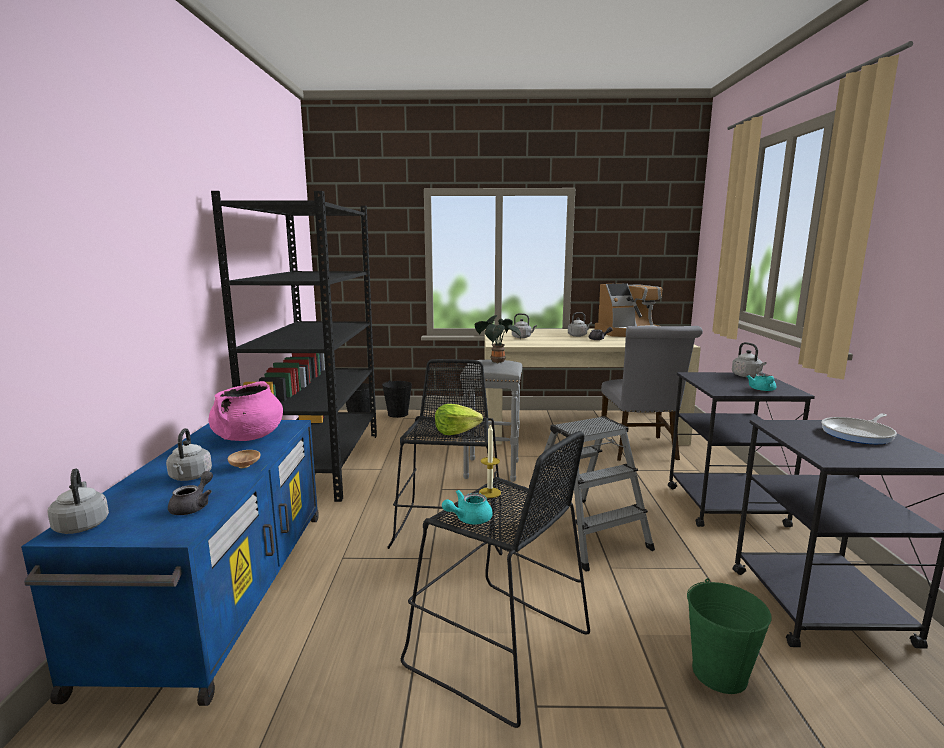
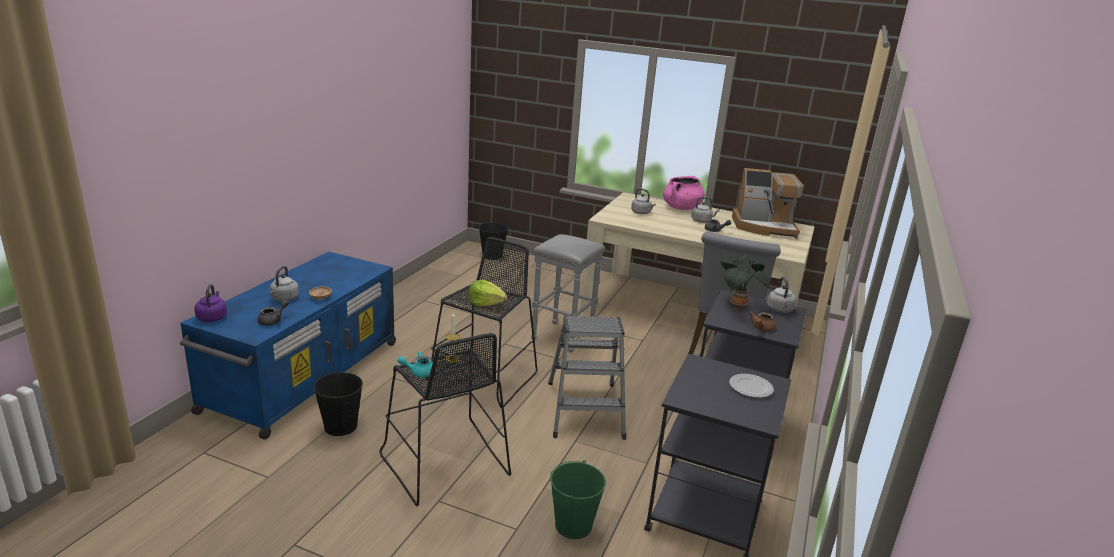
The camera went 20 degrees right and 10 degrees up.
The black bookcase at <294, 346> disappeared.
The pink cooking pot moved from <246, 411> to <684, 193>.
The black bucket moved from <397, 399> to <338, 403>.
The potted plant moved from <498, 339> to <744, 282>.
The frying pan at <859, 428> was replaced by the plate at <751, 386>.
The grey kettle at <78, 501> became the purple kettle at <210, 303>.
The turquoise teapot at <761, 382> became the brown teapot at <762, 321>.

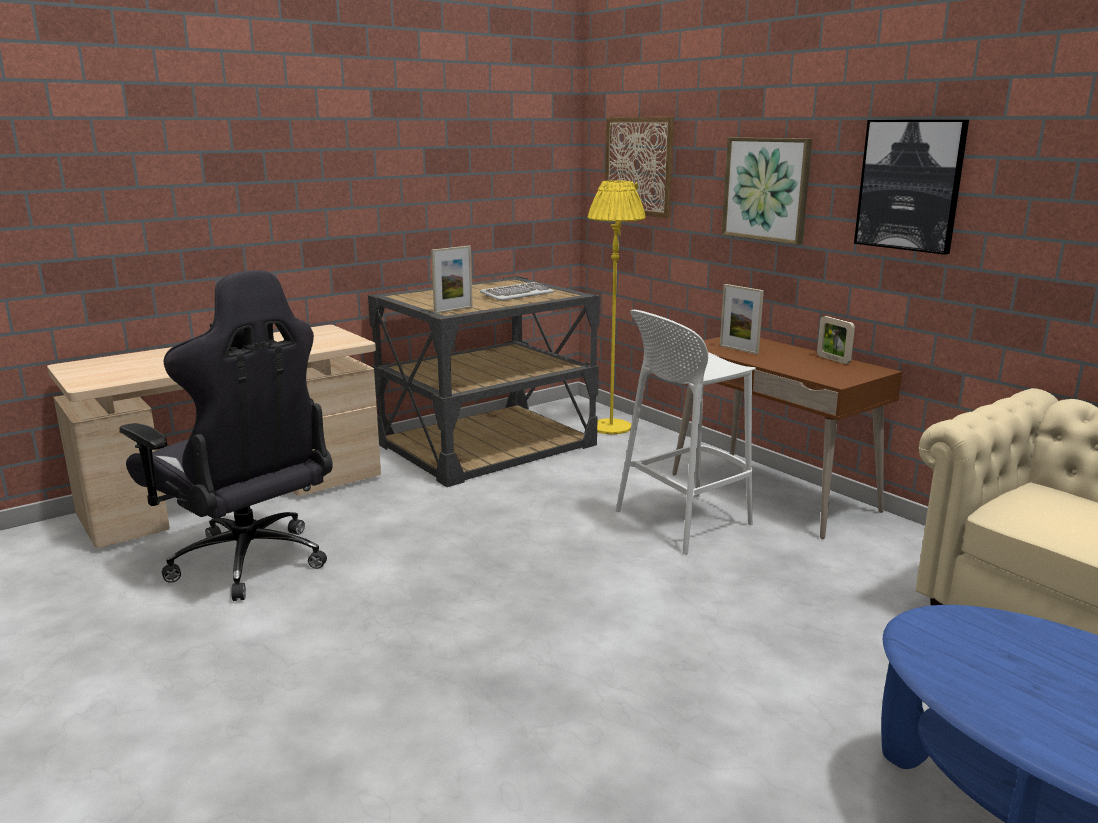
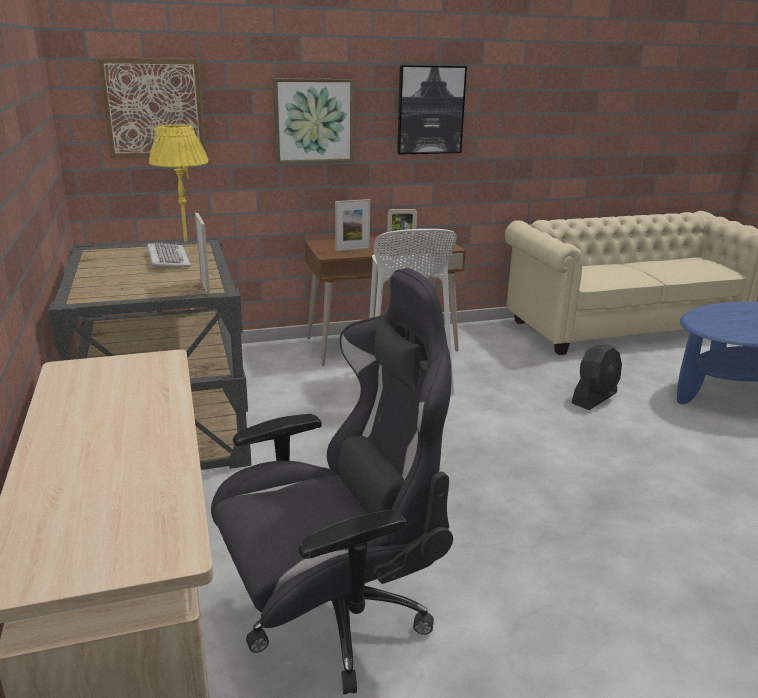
The camera went 70 degrees left and 5 degrees up.
The black fan at <597, 377> appeared.

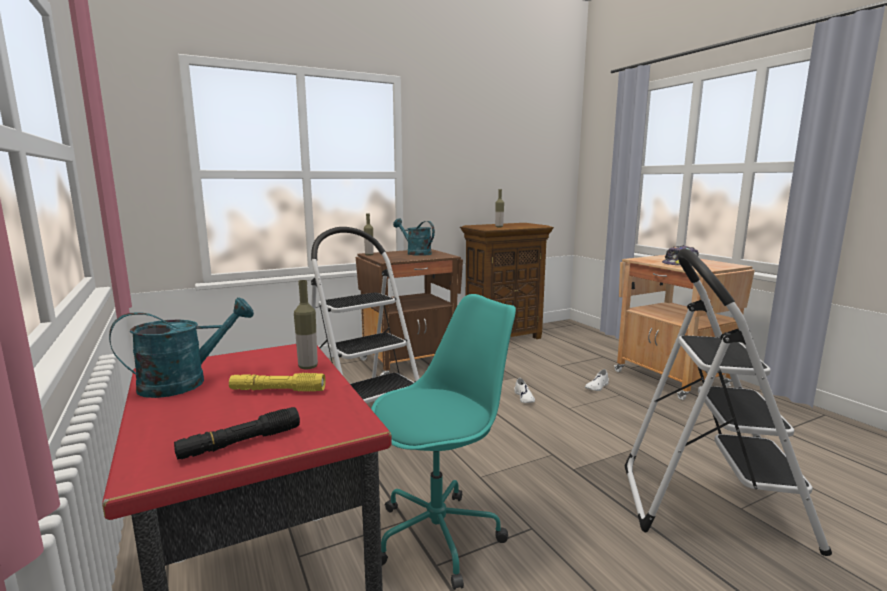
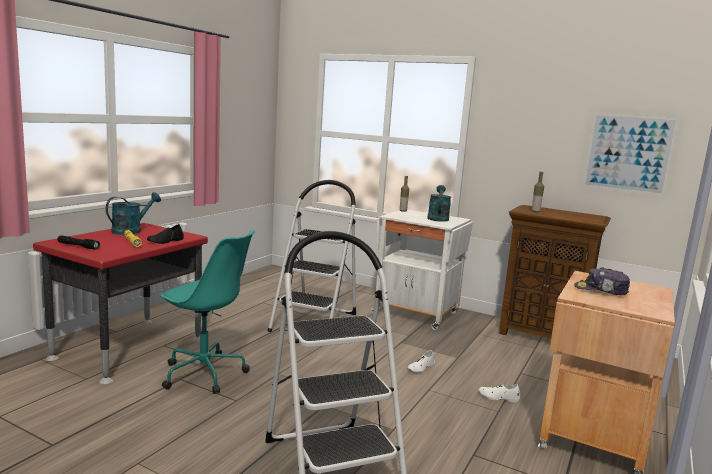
The camera went 55 degrees right and 0 degrees up.
The picture at <630, 154> appeared.
The bottle at <306, 324> was replaced by the black shoe at <165, 234>.
The brown cart at <409, 312> became the white cart at <422, 269>.
The turquoise watering can at <181, 347> turned 75 degrees counterclockwise.

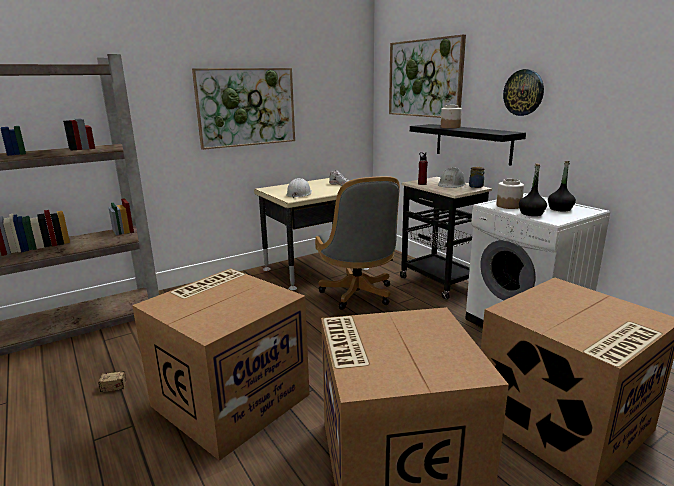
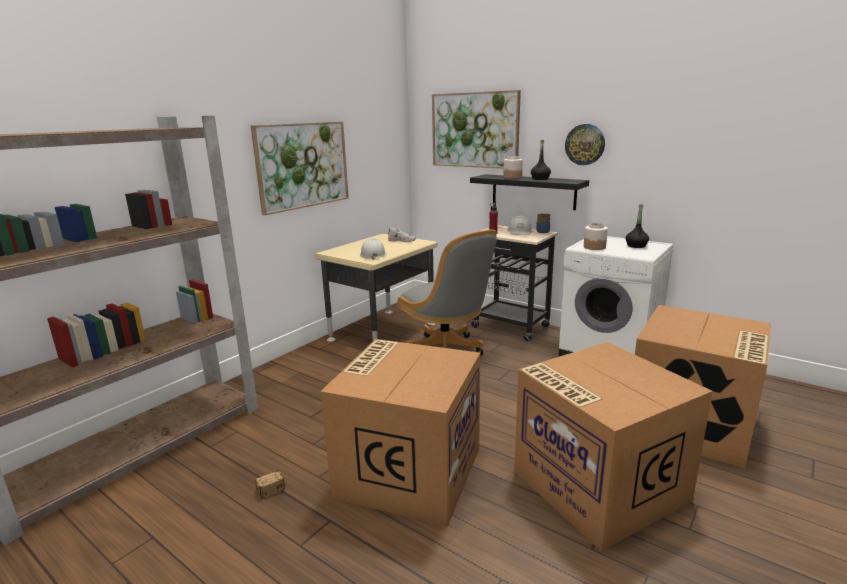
The camera went 20 degrees left and 0 degrees up.
The black bottle moved from <533, 189> to <541, 160>.

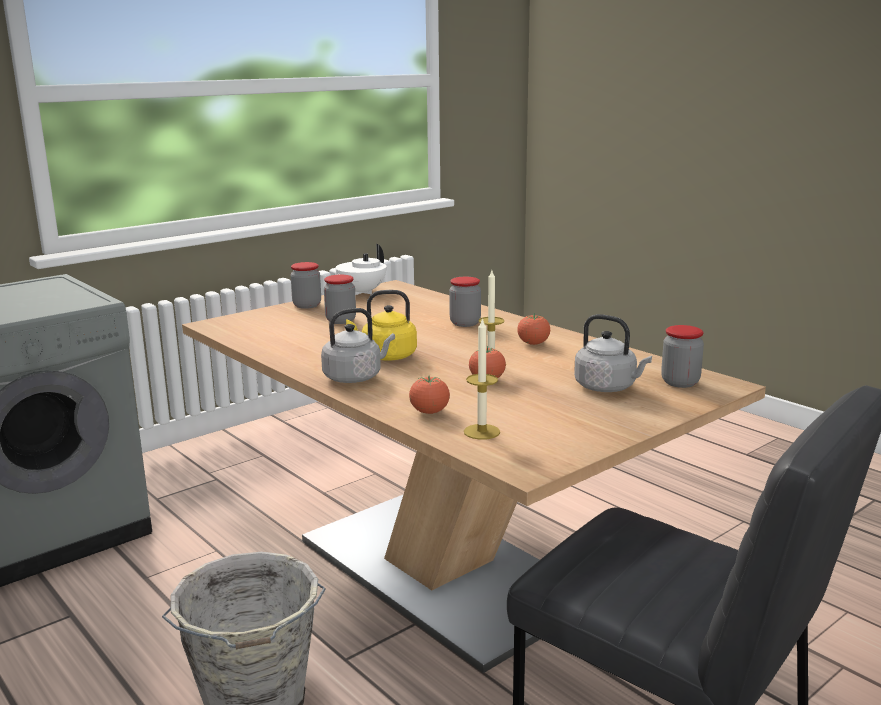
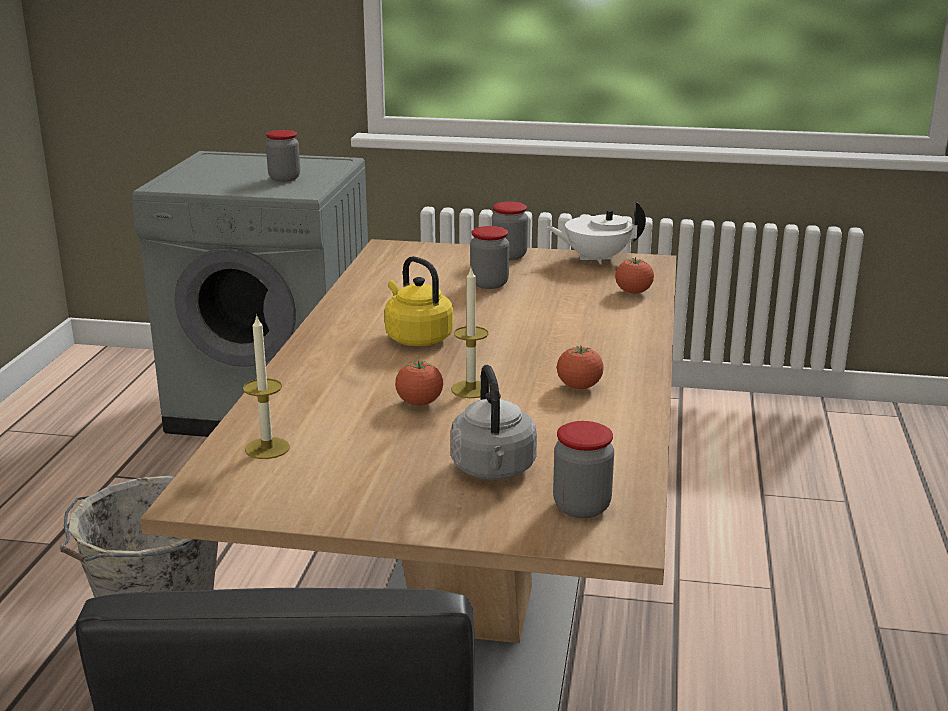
The camera went 50 degrees right and 5 degrees up.
The grey kettle at <358, 345> disappeared.
The tomato moved from <429, 394> to <634, 275>.
The jar moved from <465, 302> to <283, 156>.

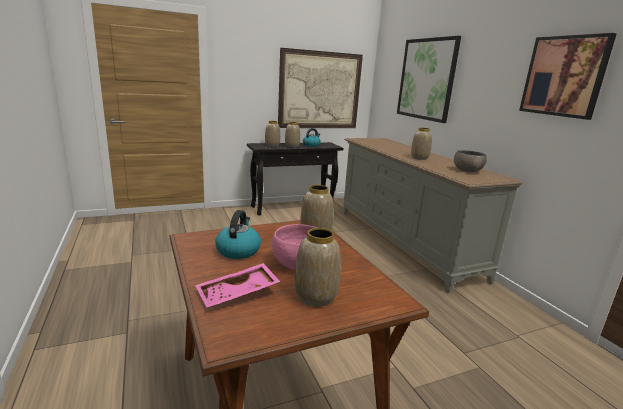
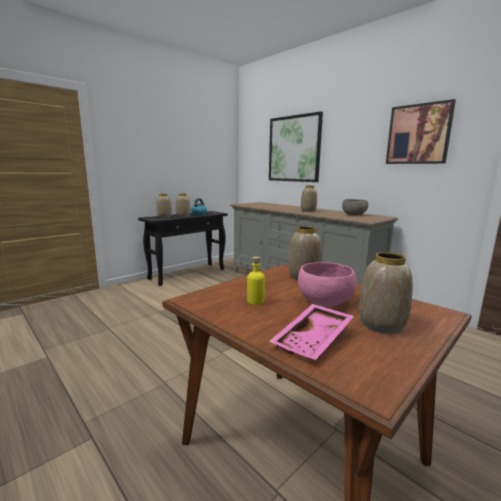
The camera went 20 degrees left and 5 degrees down.
The picture at <320, 88> disappeared.
The kettle at <238, 234> was replaced by the yellow bottle at <256, 280>.

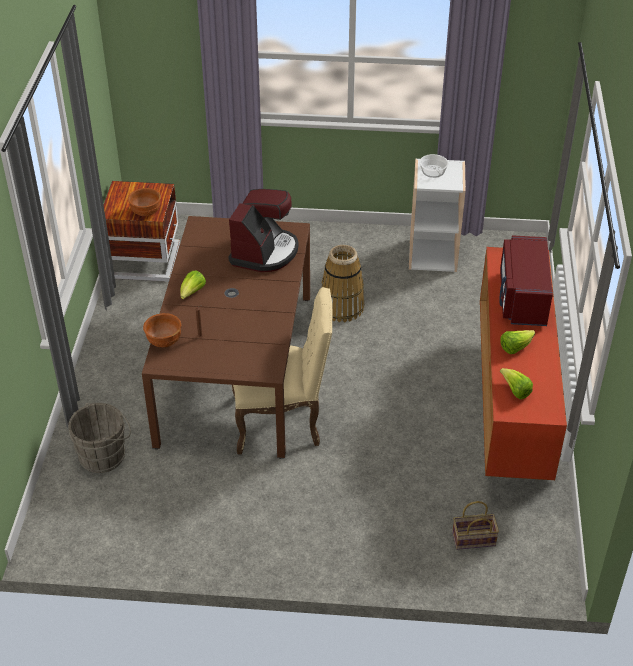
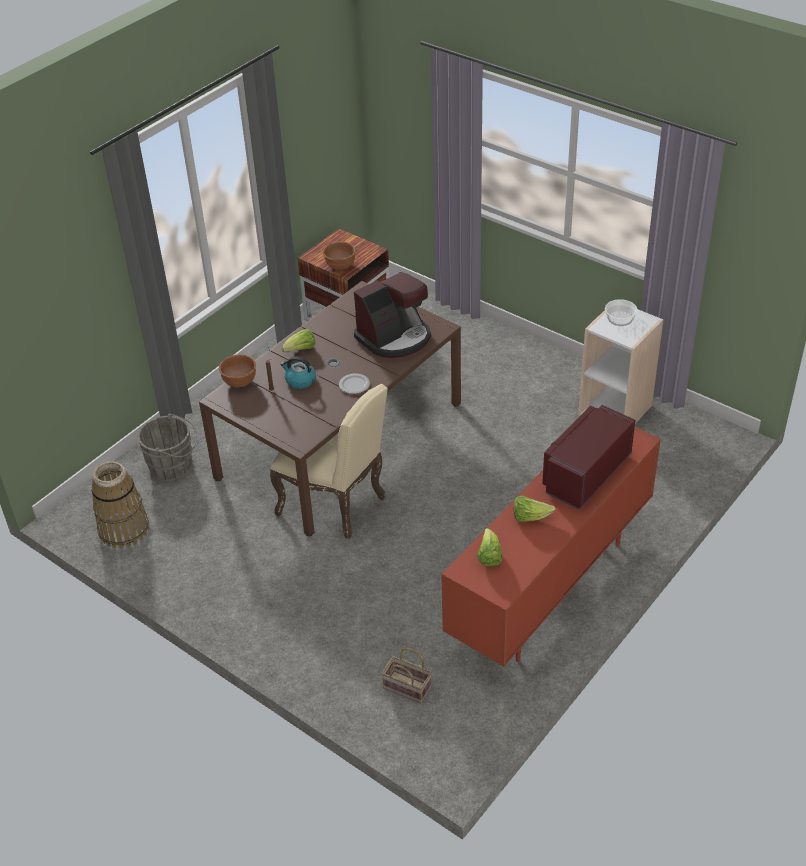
The camera went 35 degrees right and 0 degrees up.
The kettle at <298, 373> appeared.
The plate at <354, 383> appeared.
The basket moved from <343, 283> to <120, 505>.

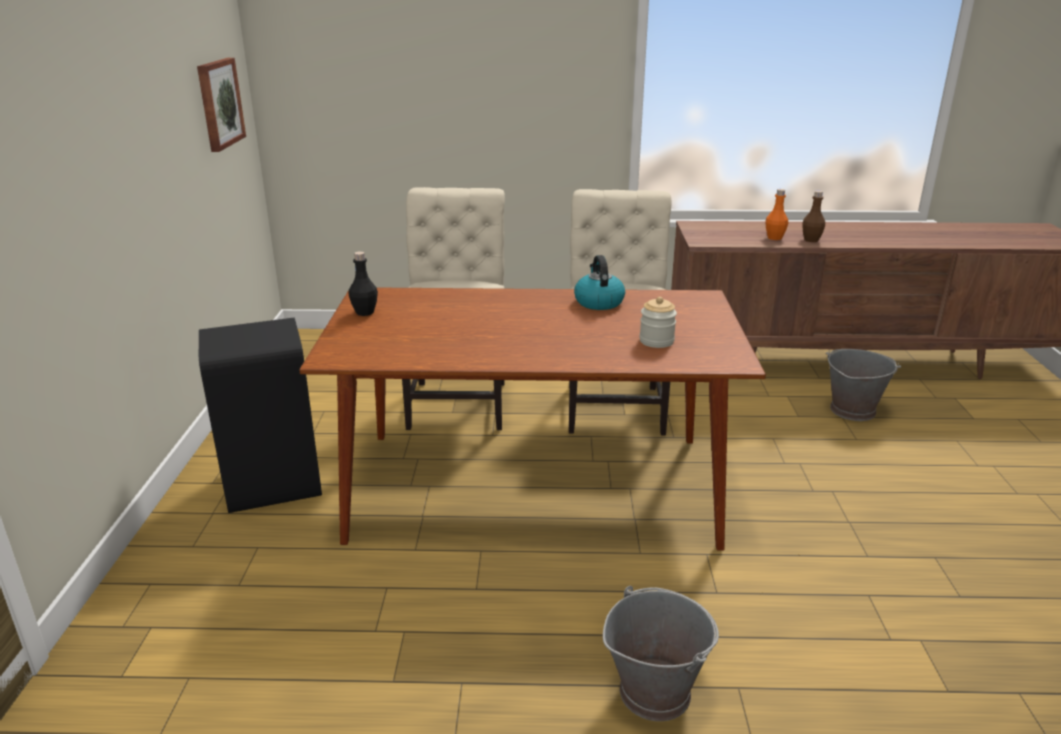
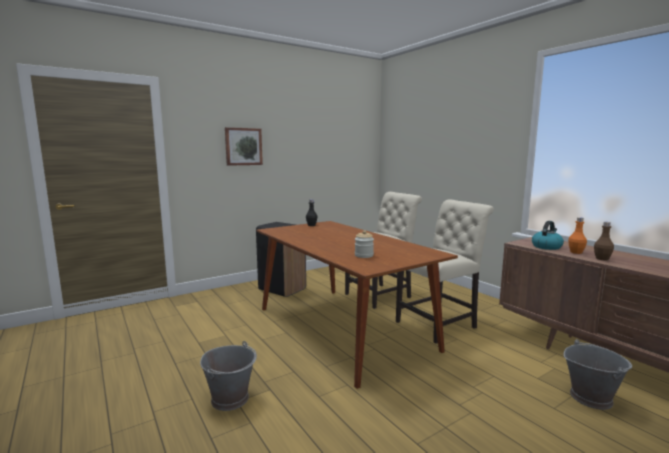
The camera went 55 degrees right and 15 degrees down.
The picture moved from <221, 105> to <244, 146>.
The kettle moved from <599, 282> to <548, 235>.

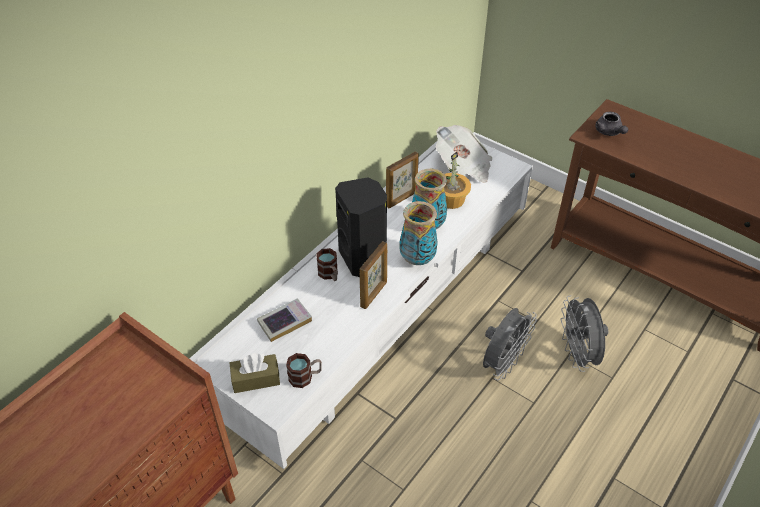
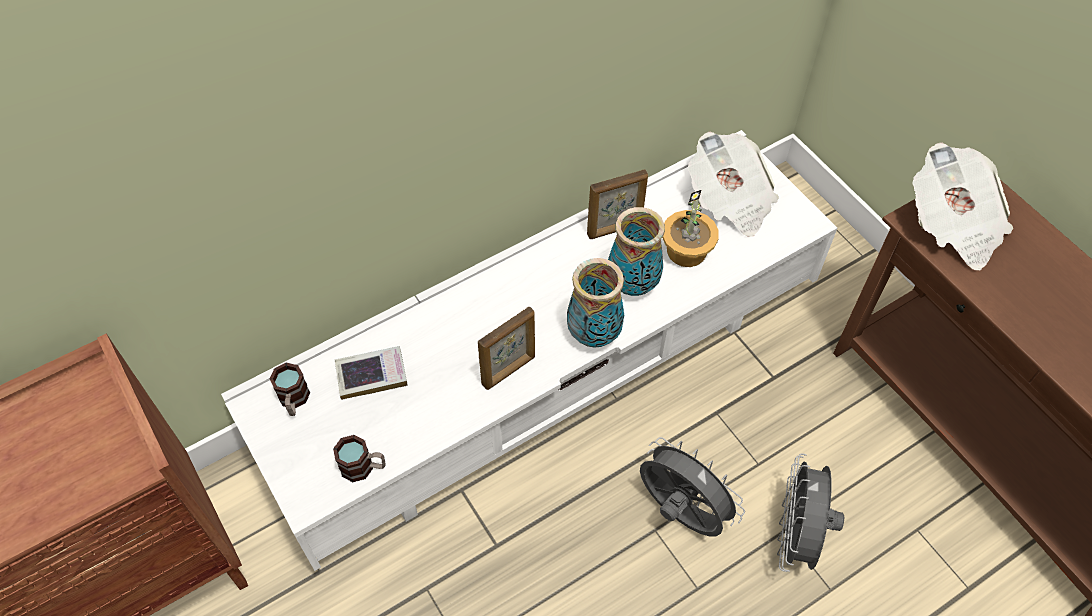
The camera went 20 degrees right and 10 degrees up.
The brown tissue box at <254, 373> disappeared.
The black speaker at <361, 227> disappeared.
The mug moved from <327, 264> to <290, 389>.
The grey teapot at <612, 124> was replaced by the newspaper at <963, 206>.
The grey fan at <510, 344> turned 105 degrees counterclockwise.

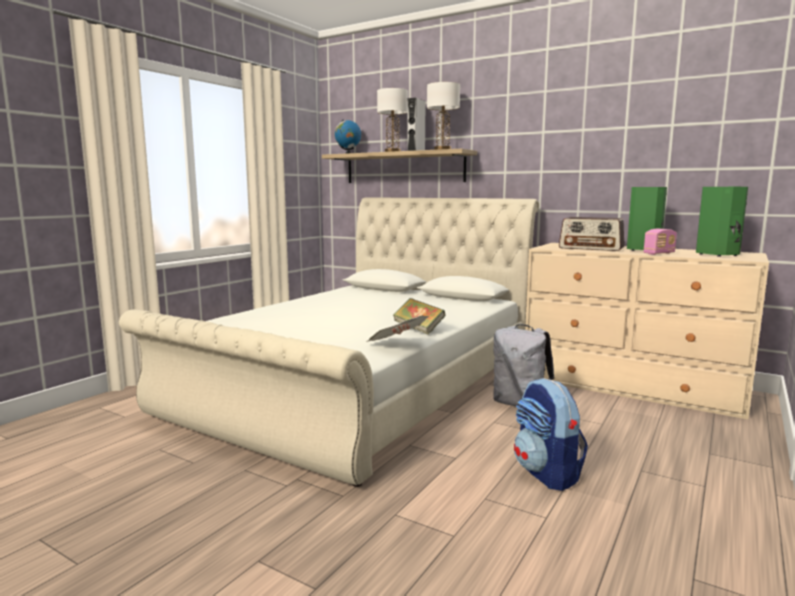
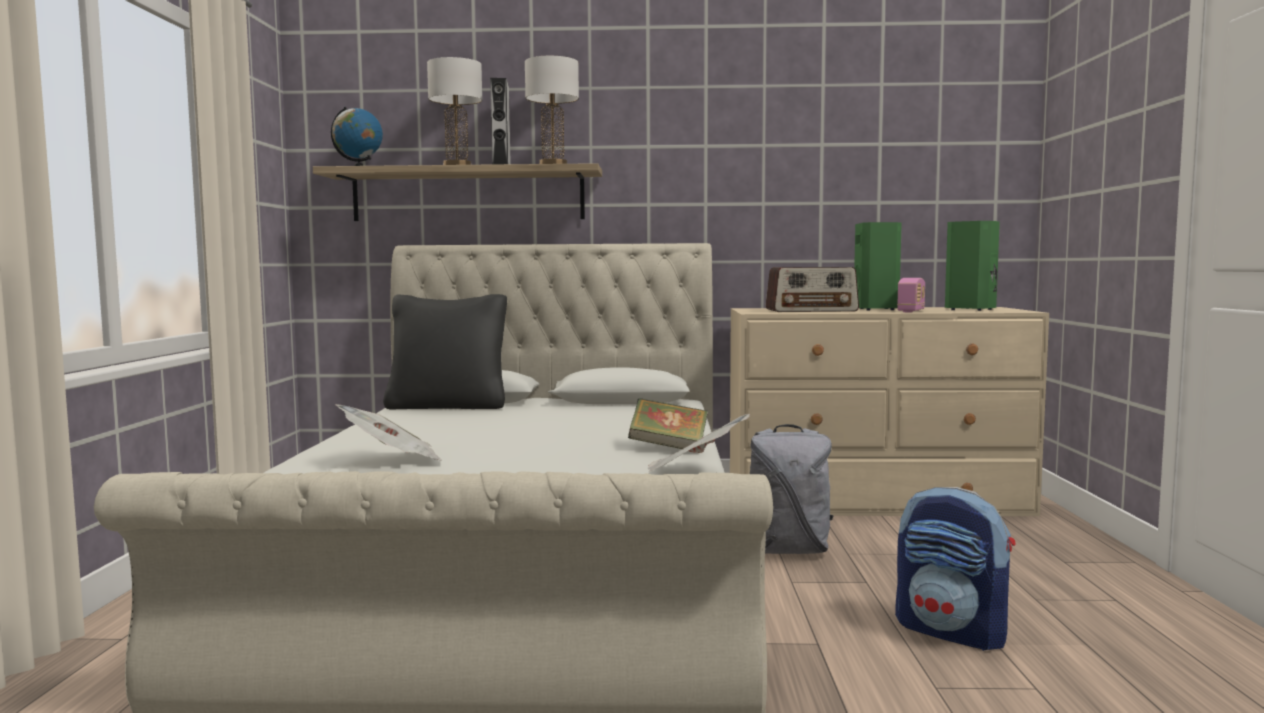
The camera went 30 degrees left and 5 degrees down.
The newspaper at <390, 432> appeared.
The black pillow at <445, 352> appeared.

